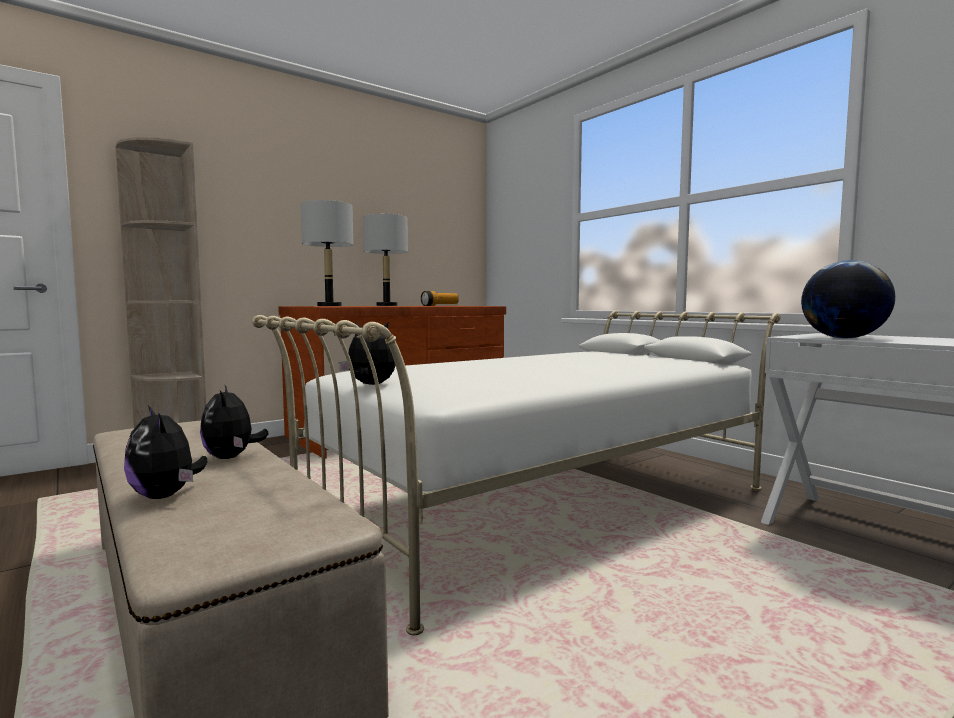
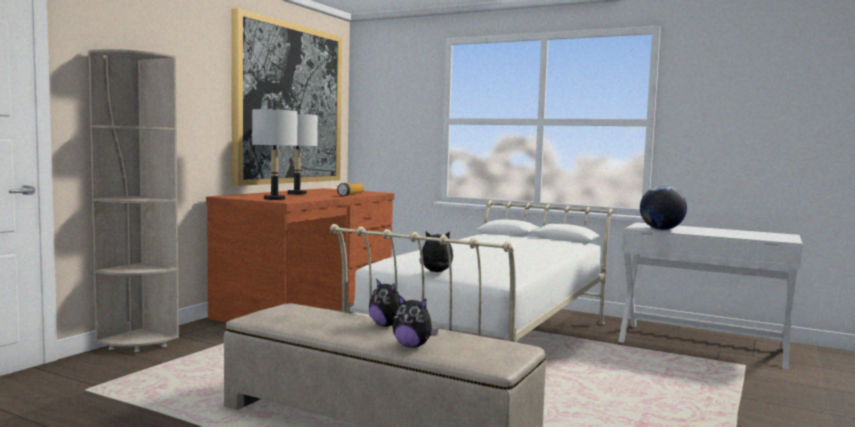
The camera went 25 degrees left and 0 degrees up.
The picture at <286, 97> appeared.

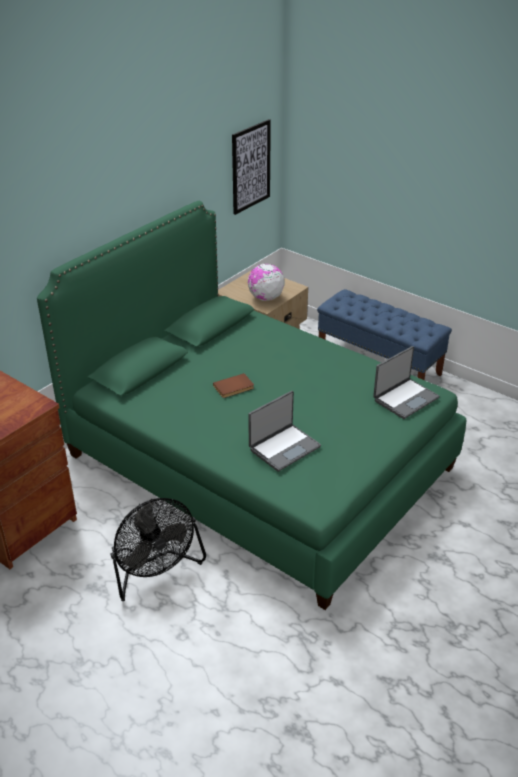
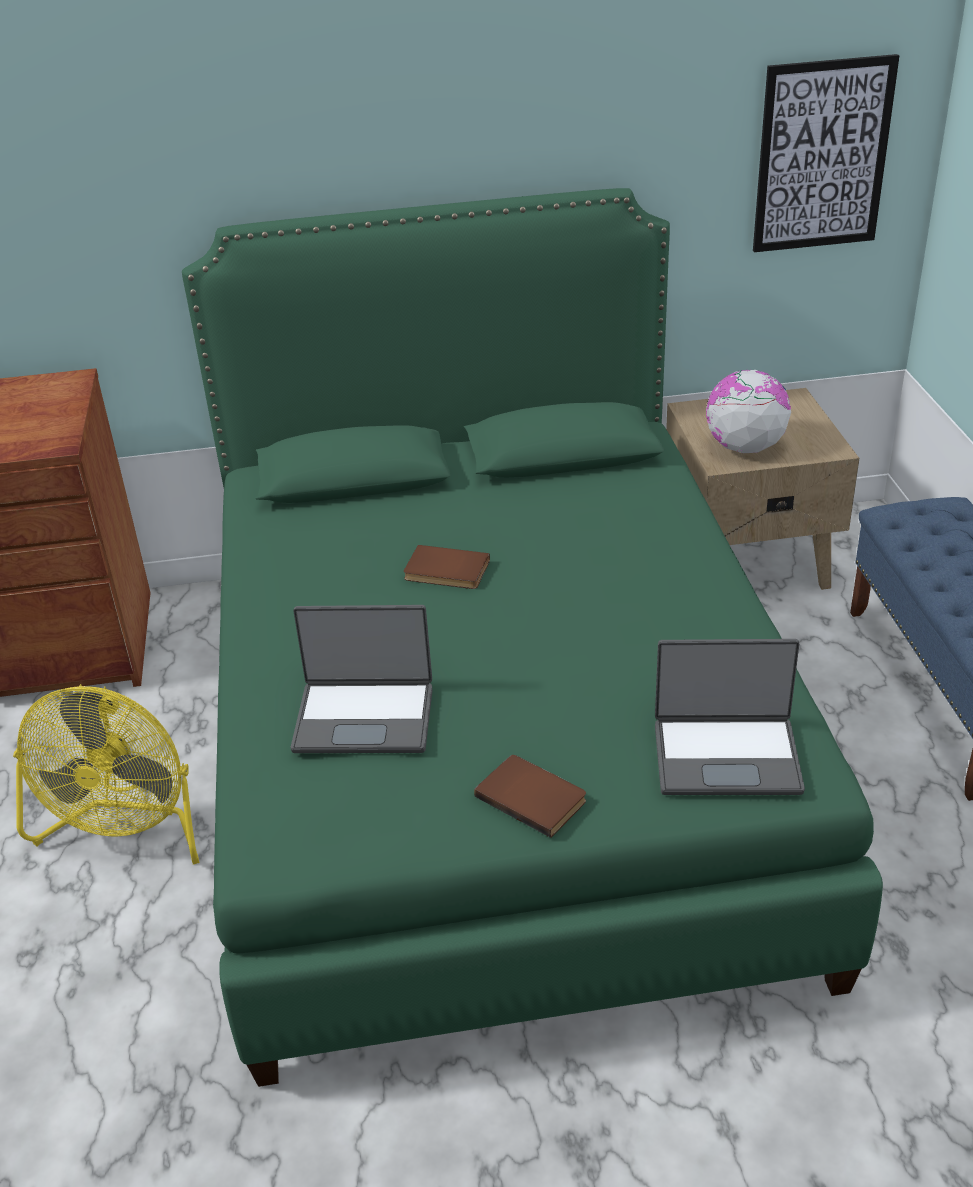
The camera went 45 degrees right and 0 degrees up.
The brown book at <530, 796> appeared.
The black fan at <158, 549> became the yellow fan at <106, 774>.

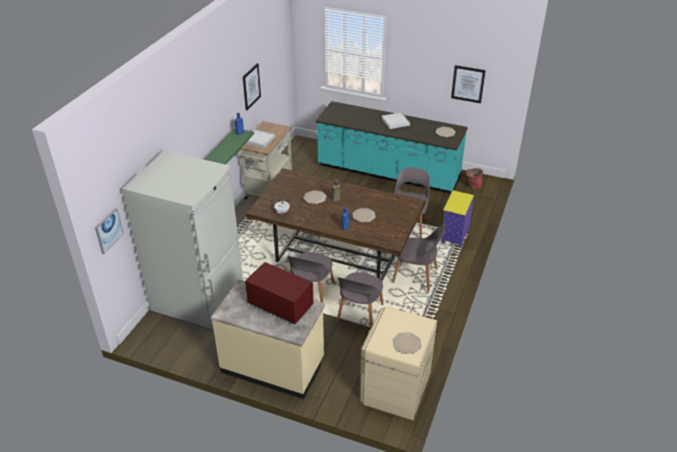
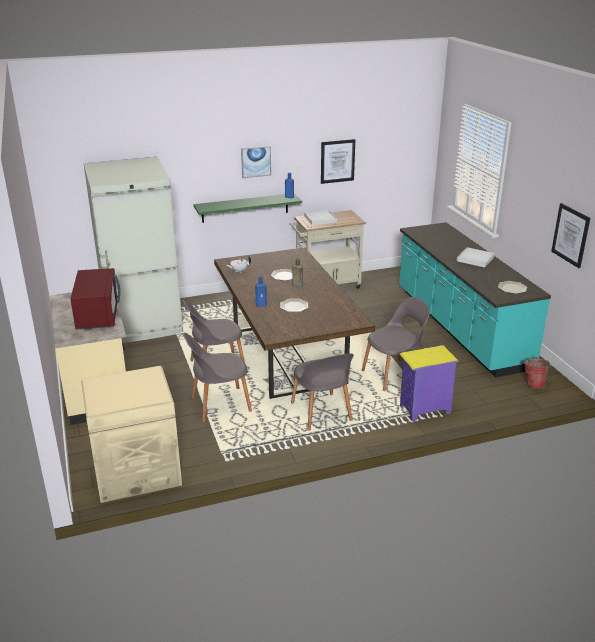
The camera went 50 degrees right and 10 degrees down.
The plate at <407, 343> disappeared.
The picture moved from <109, 231> to <256, 162>.

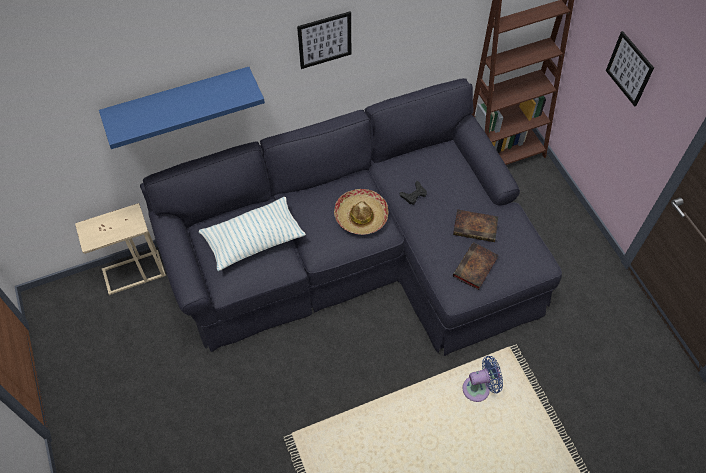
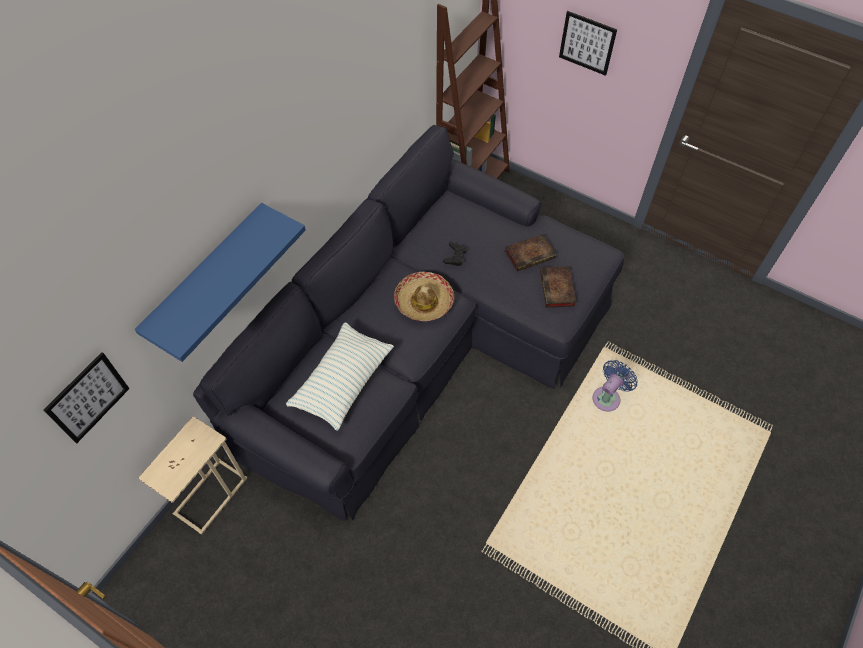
The camera went 35 degrees left and 0 degrees up.
The picture moved from <324, 40> to <86, 397>.

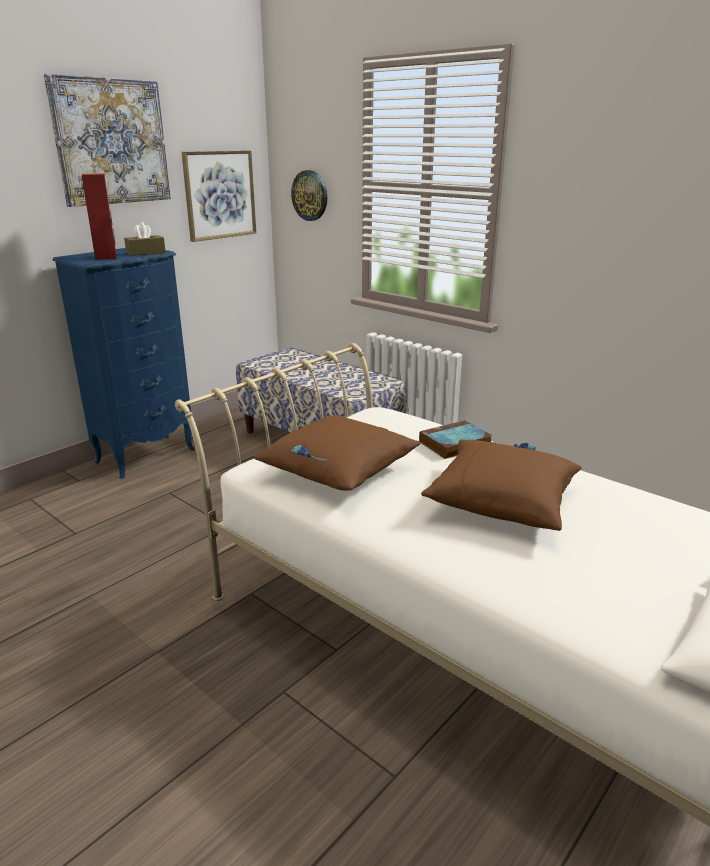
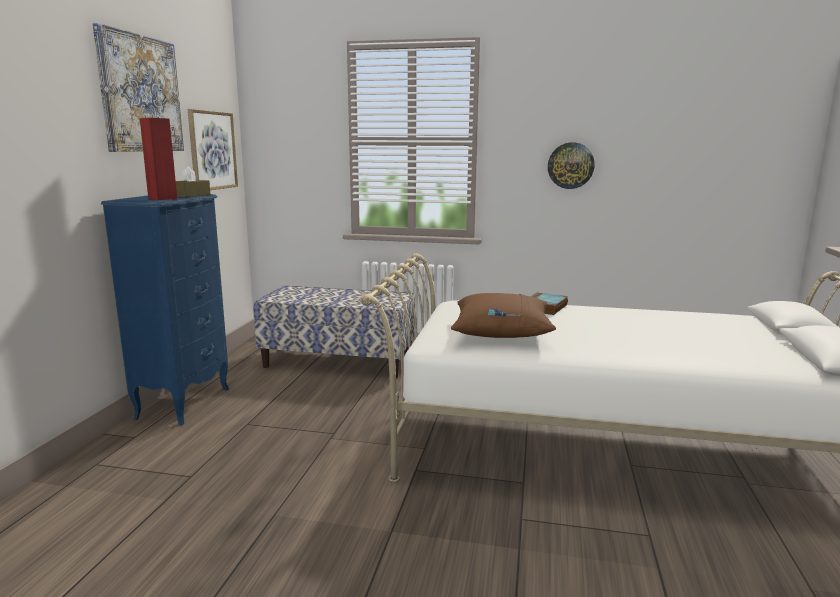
The camera went 30 degrees left and 10 degrees down.
The brown pillow at <501, 485> disappeared.
The wall clock moved from <309, 195> to <571, 165>.

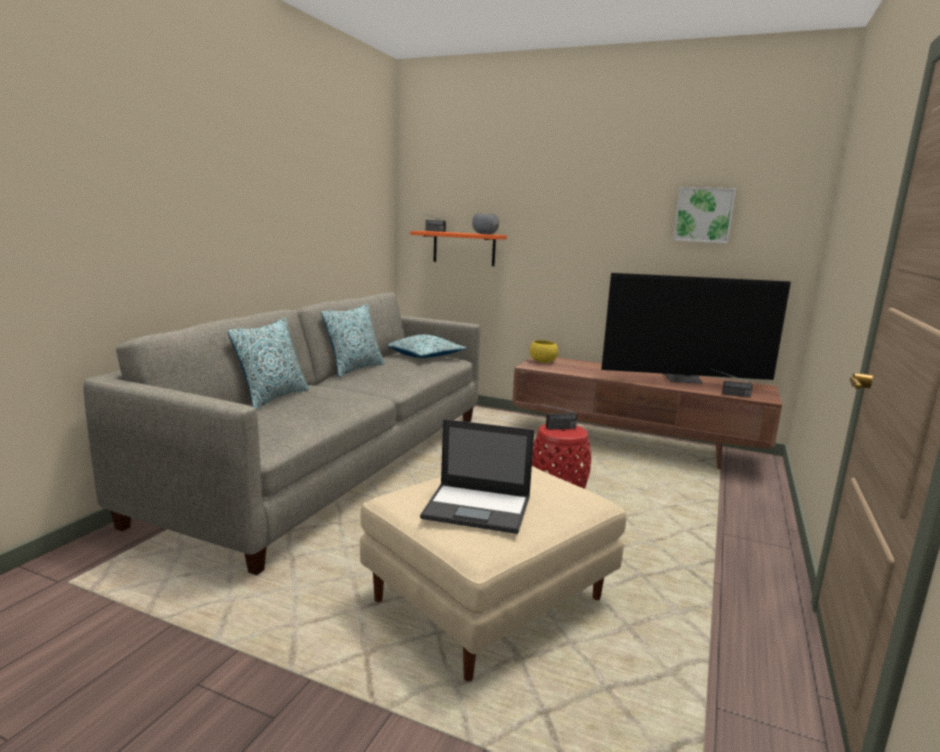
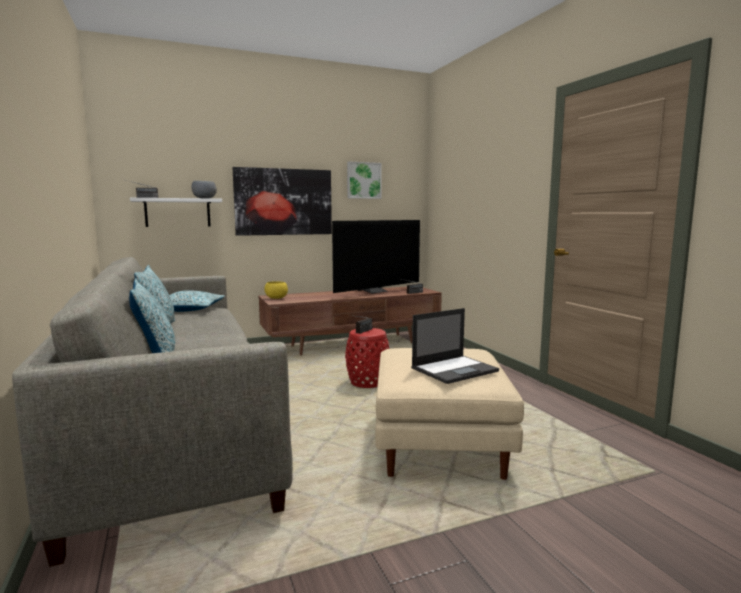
The camera went 45 degrees left and 5 degrees down.
The picture at <282, 201> appeared.
The orange shelf at <458, 248> became the white shelf at <176, 212>.

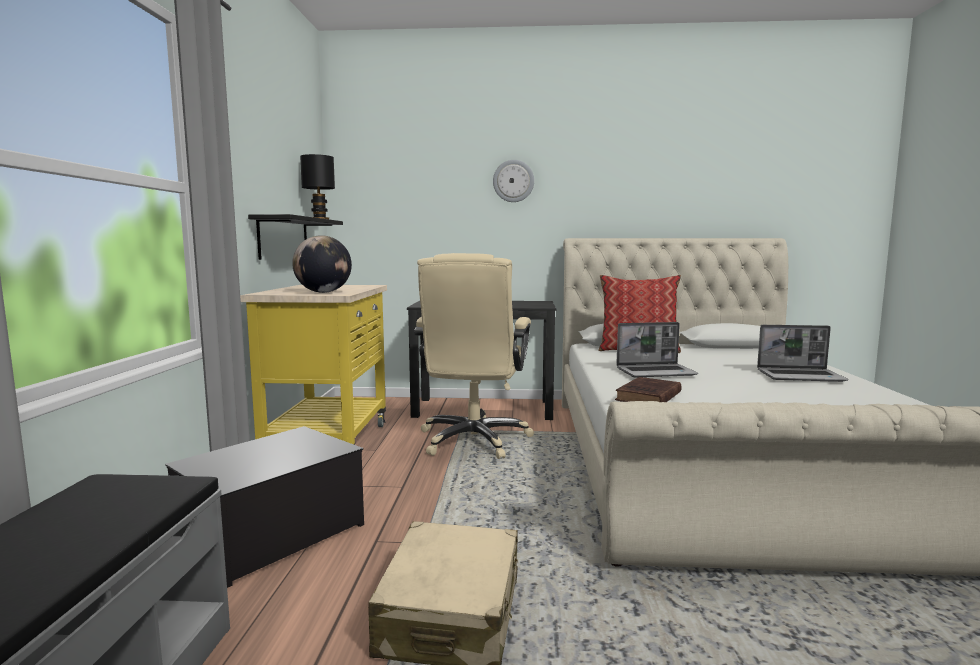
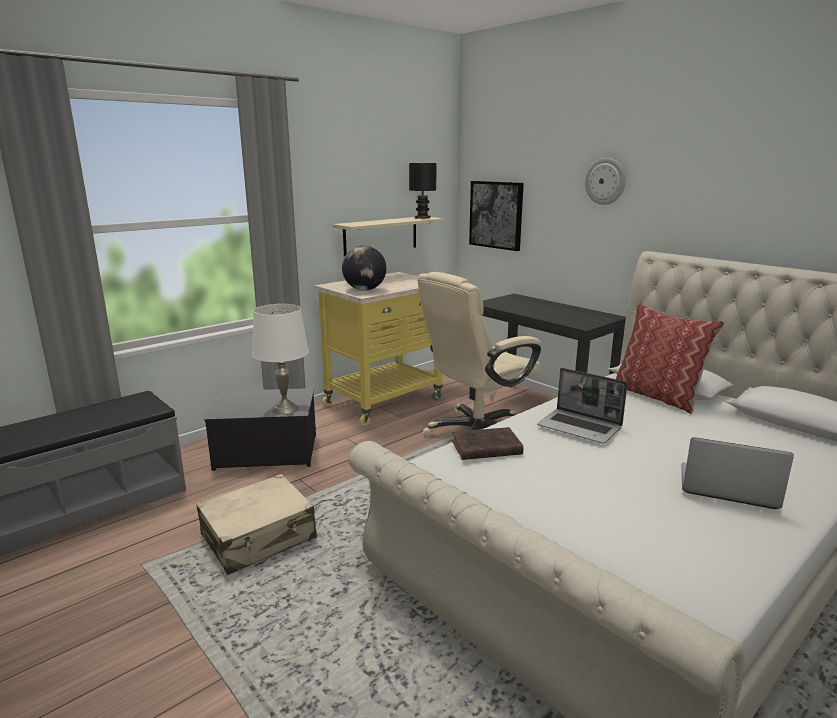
The camera went 45 degrees right and 10 degrees up.
The white table lamp at <280, 359> appeared.
The picture at <496, 216> appeared.
The black shelf at <295, 237> became the beige shelf at <388, 237>.
The laptop at <802, 353> turned 150 degrees clockwise.

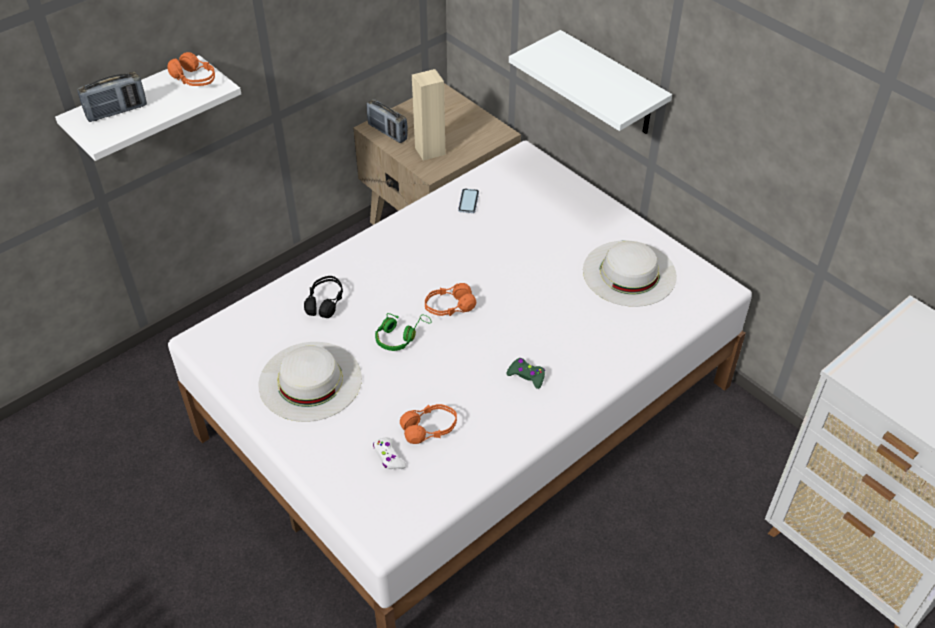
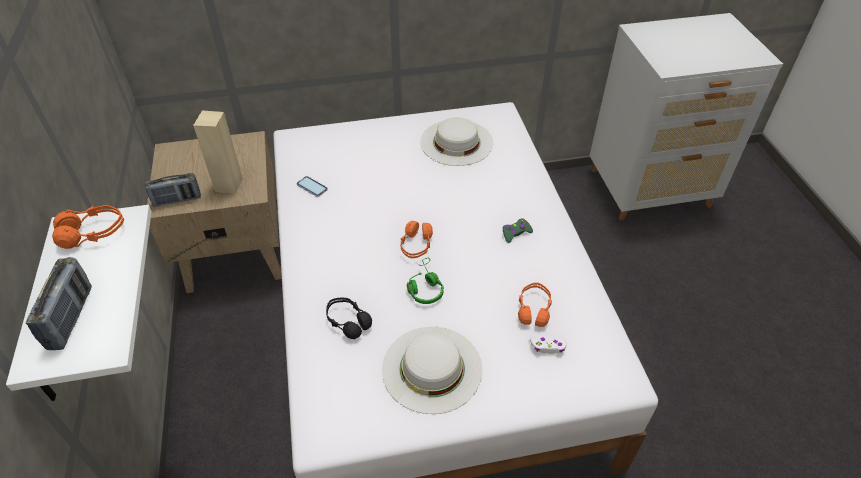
The camera went 60 degrees left and 0 degrees up.
The white shelf at <590, 82> disappeared.

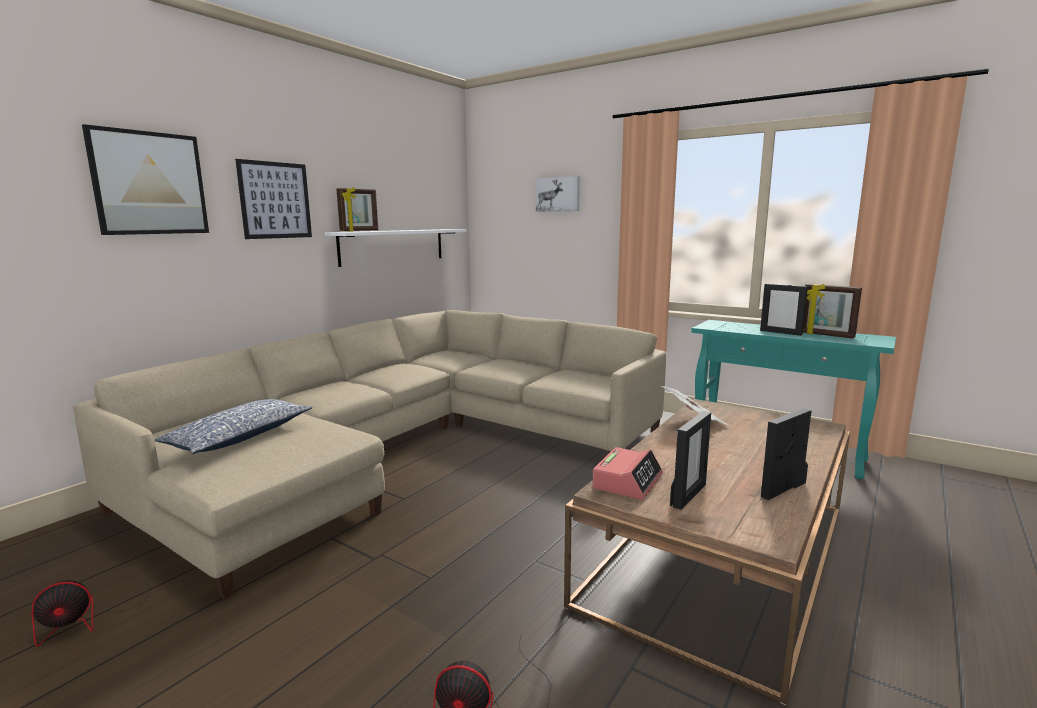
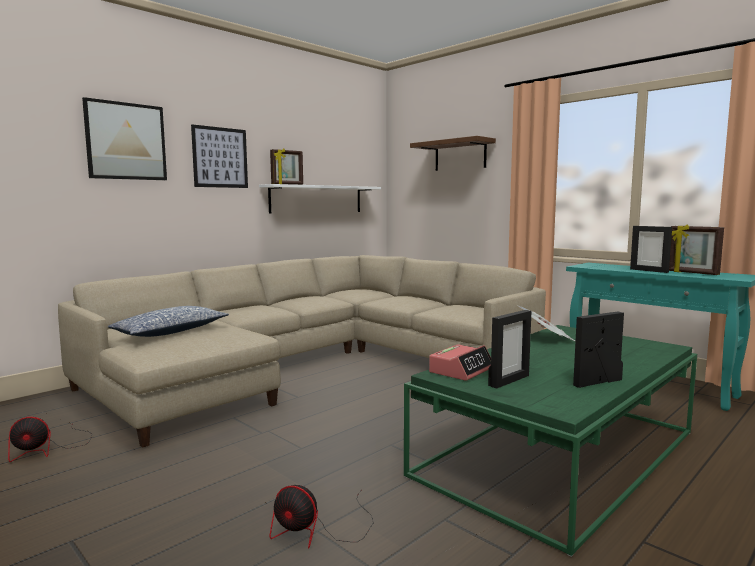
The camera went 10 degrees right and 5 degrees down.
The picture at <558, 194> was replaced by the brown shelf at <453, 153>.
The brown coffee table at <707, 552> became the green coffee table at <550, 441>.

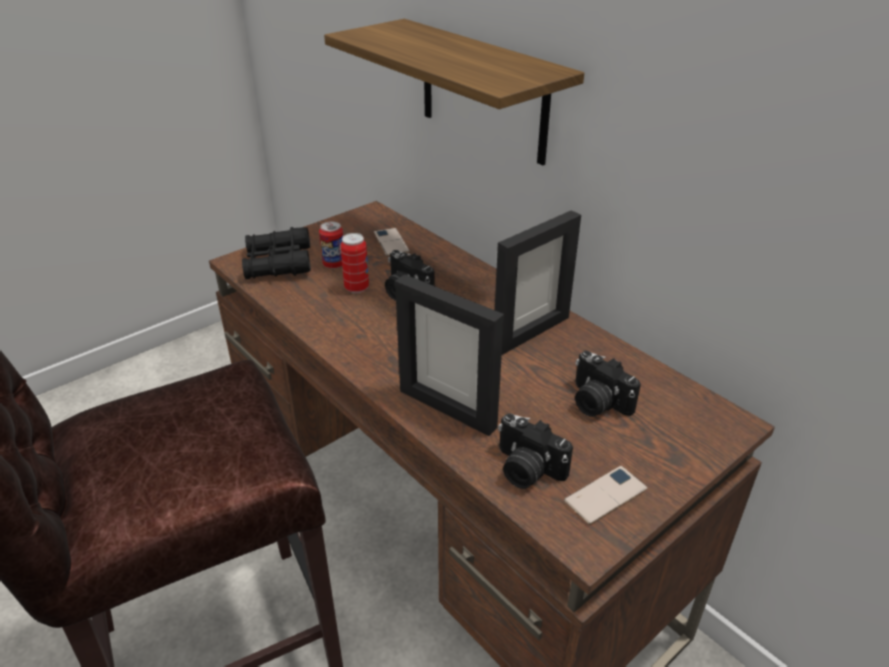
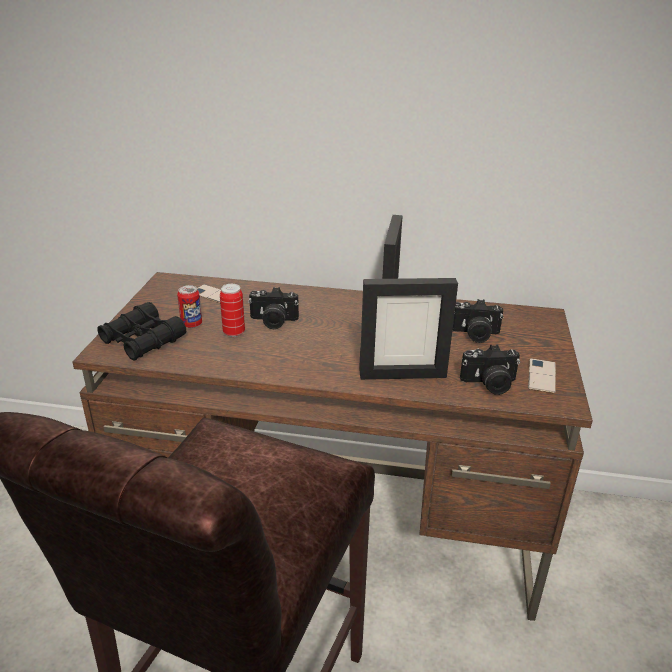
The camera went 40 degrees left and 5 degrees down.
The shelf at <454, 92> disappeared.

